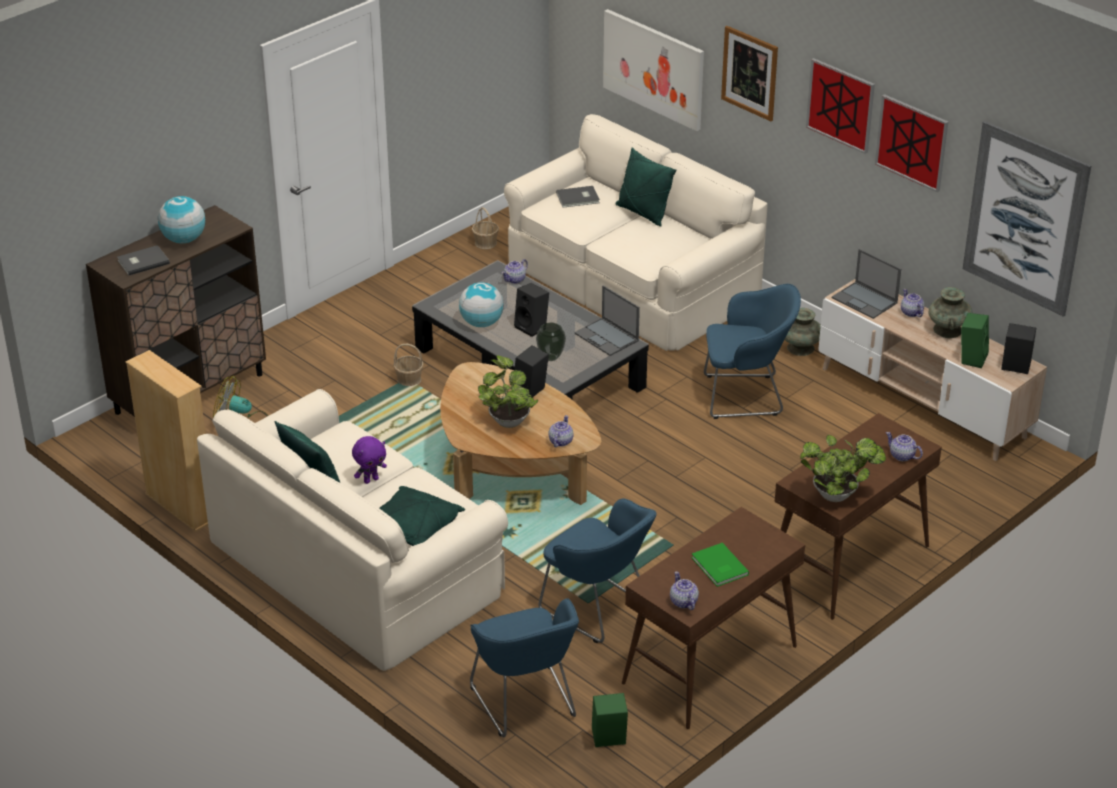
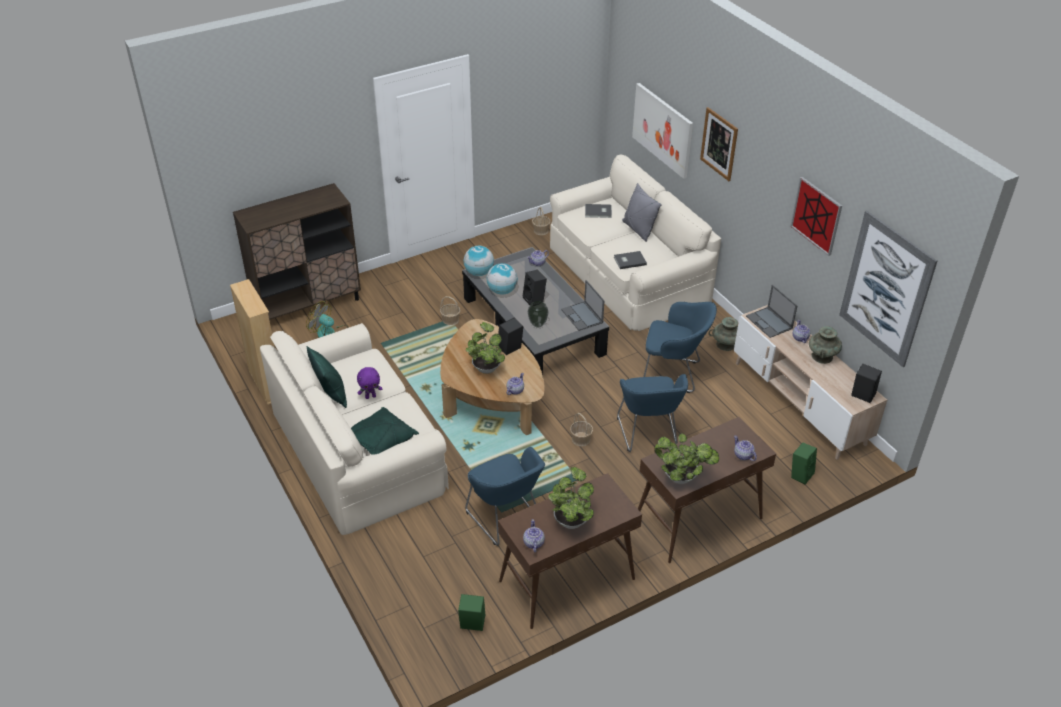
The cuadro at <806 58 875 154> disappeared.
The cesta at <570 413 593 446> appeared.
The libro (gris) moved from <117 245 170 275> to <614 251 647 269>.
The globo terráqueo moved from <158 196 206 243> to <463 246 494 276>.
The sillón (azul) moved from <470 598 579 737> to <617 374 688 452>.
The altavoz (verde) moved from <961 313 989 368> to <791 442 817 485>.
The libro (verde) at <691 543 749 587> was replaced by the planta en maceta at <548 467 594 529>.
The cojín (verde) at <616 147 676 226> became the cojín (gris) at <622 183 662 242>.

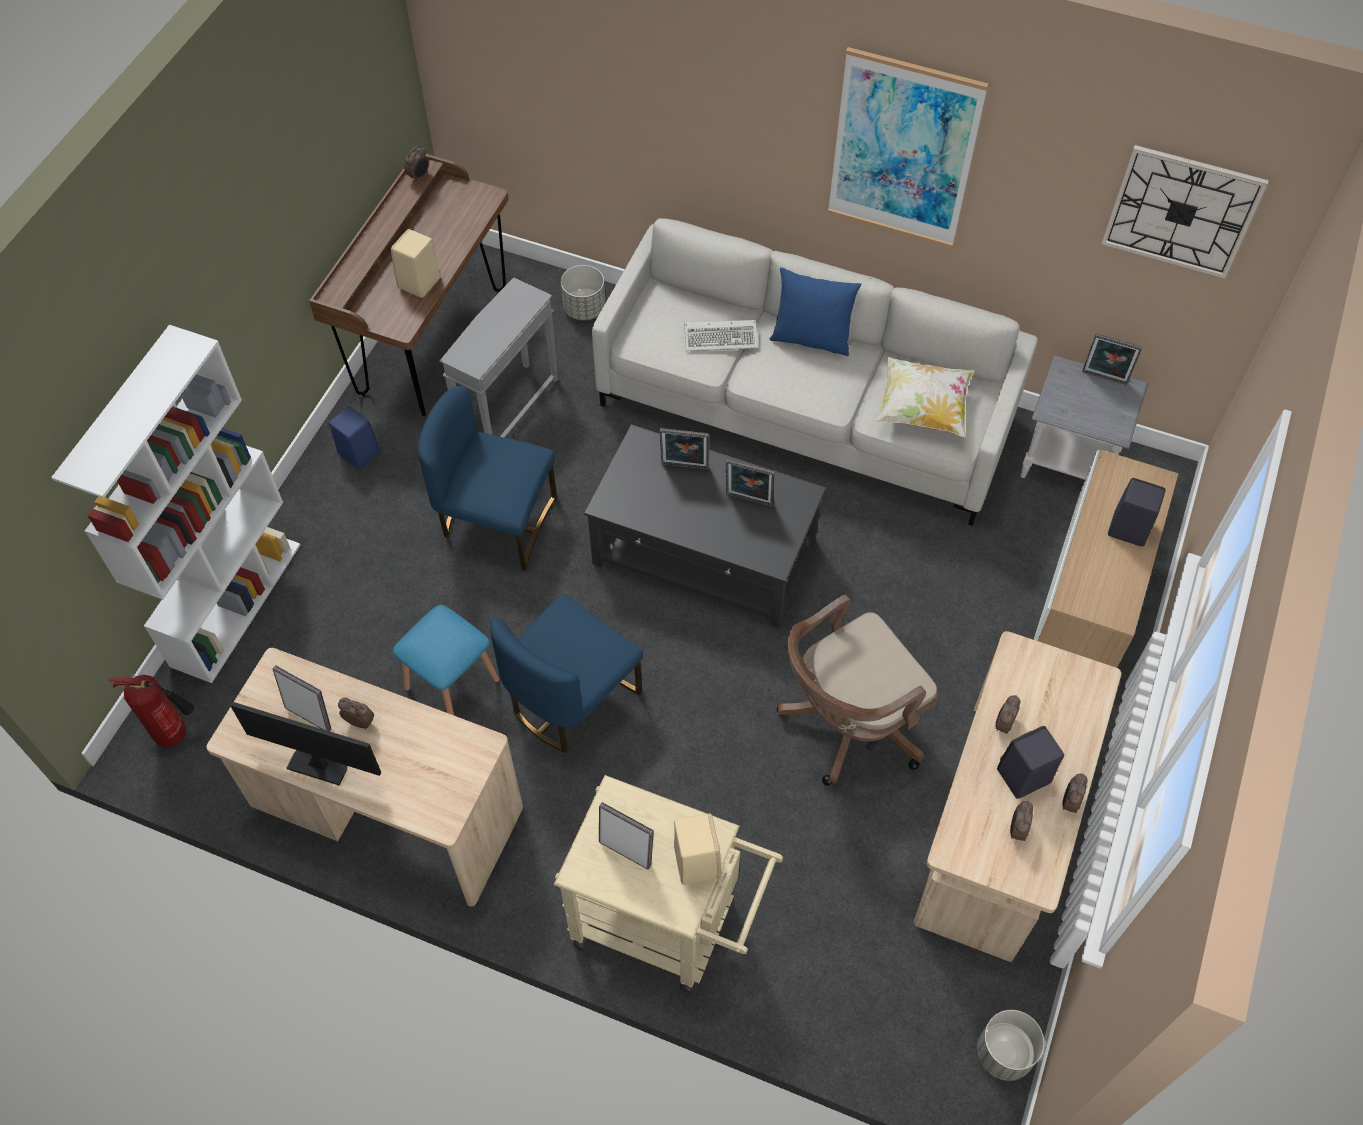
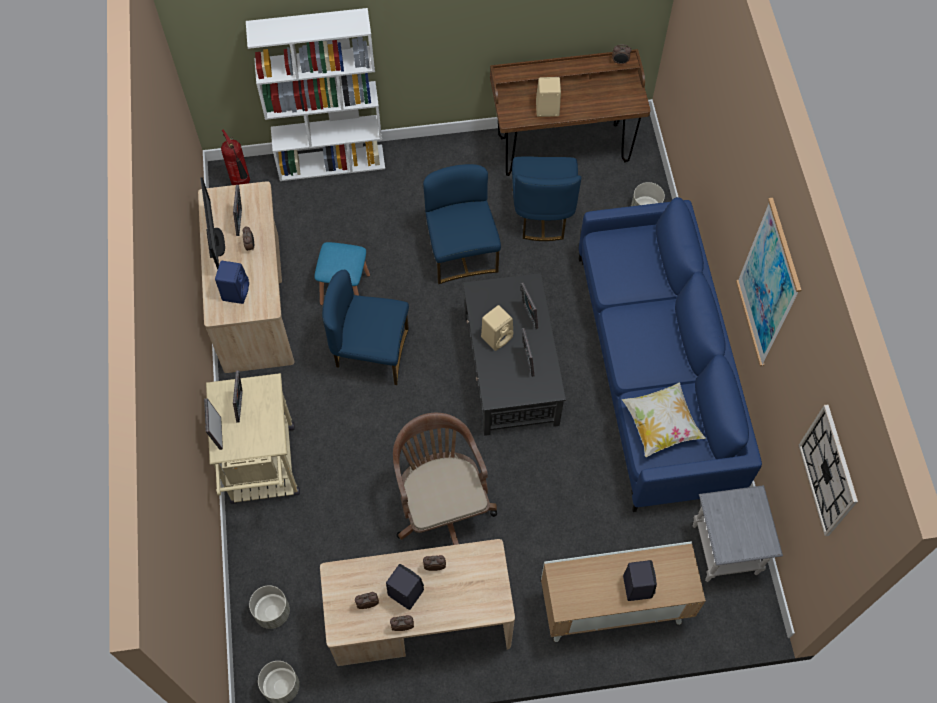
The teclado at <685 320 758 351> disappeared.
The cojín (azul) at <770 267 862 356> disappeared.
The maceta (gris) at <249 585 290 629> appeared.
The altavoz (azul) moved from <329 406 380 470> to <215 261 249 304>.
The altavoz (beis) moved from <674 813 723 885> to <481 305 514 351>.
The portarretratos moved from <1082 333 1142 385> to <204 398 223 450>.
The mesa auxiliar (gris) at <440 277 558 438> was replaced by the silla (azul) at <512 157 581 241>.
The sofá (gris) at <592 218 1038 526> became the sofá (azul) at <579 197 762 512>.
The silla de oficina (marrón) at <777 595 938 786> turned 45 degrees clockwise.

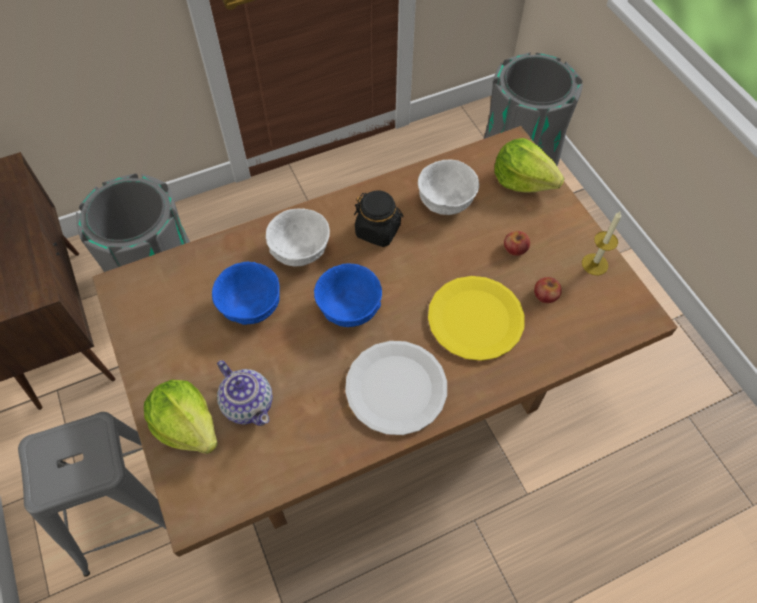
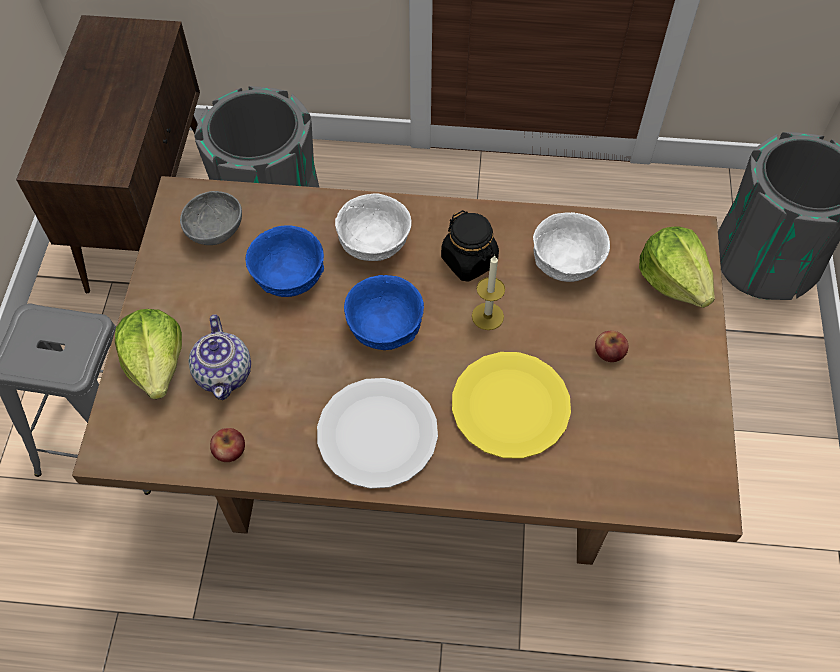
The cuenco (gris) at <180 191 242 245> appeared.
The manzana moved from <534 277 562 303> to <210 428 245 462>.
The vela moved from <582 212 621 275> to <472 256 505 330>.

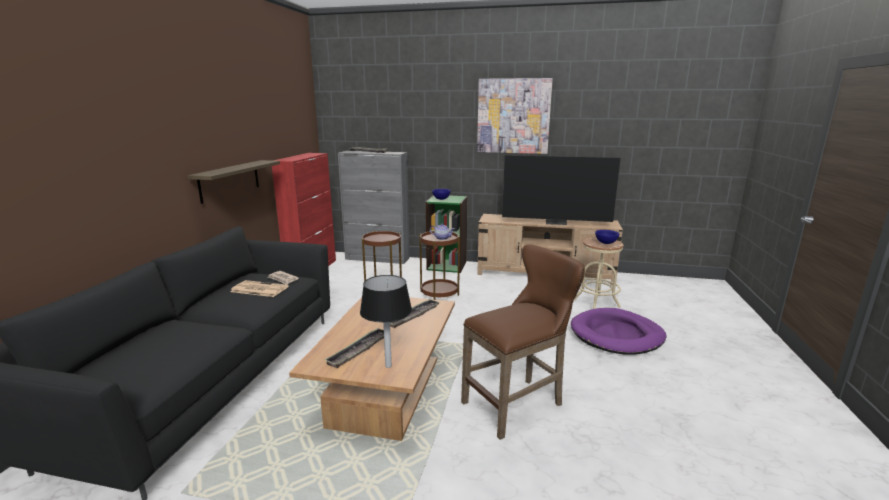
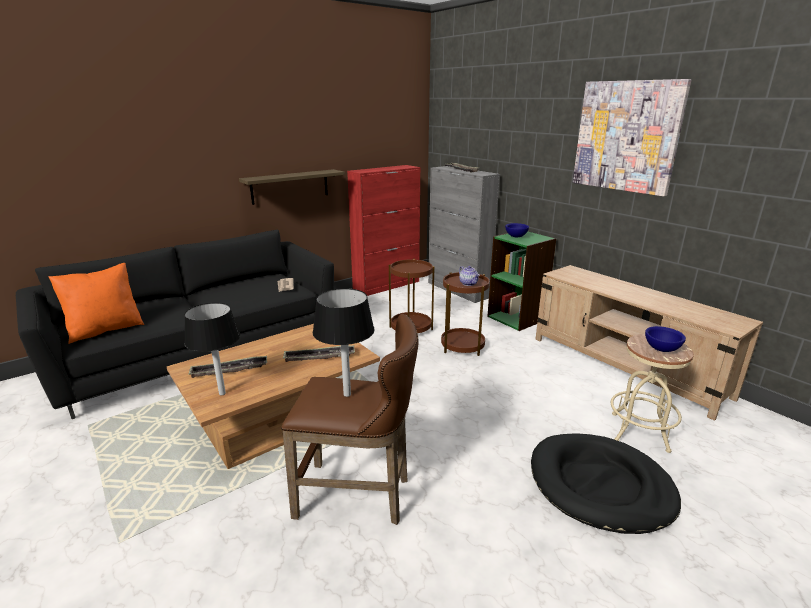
The periódico at <230 280 289 297> disappeared.
The televisor at <502 155 621 225> disappeared.
The cojín (naranja) at <49 263 145 344> appeared.
The lámpara de mesa (negro) at <313 288 375 397> appeared.
The cama para perro (morado) at <571 308 666 355> became the cama para perro (negro) at <531 433 681 534>.

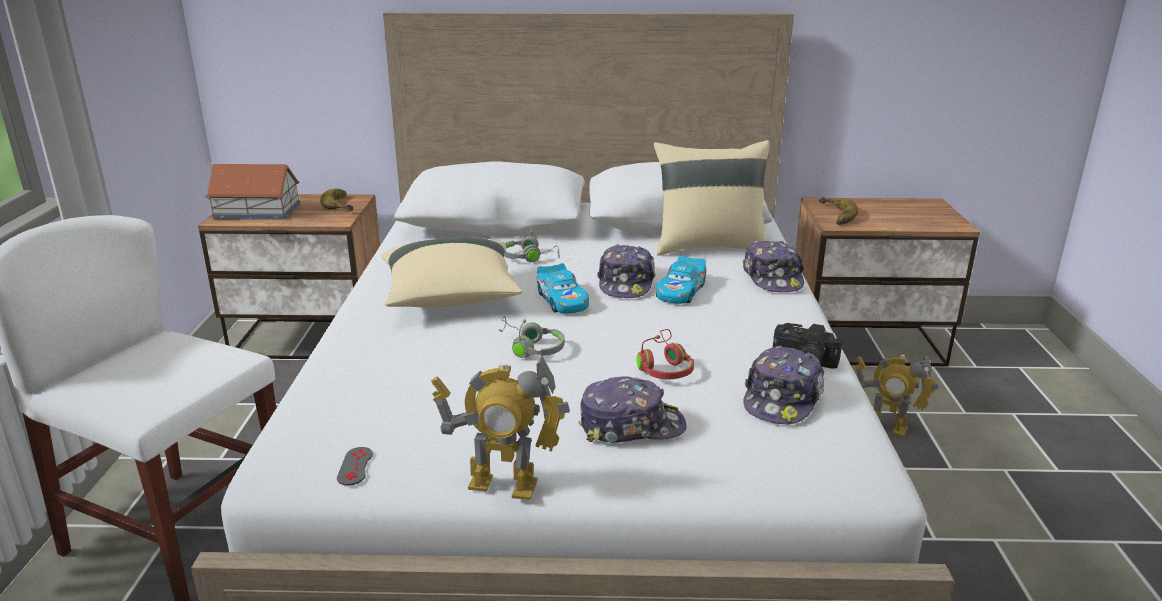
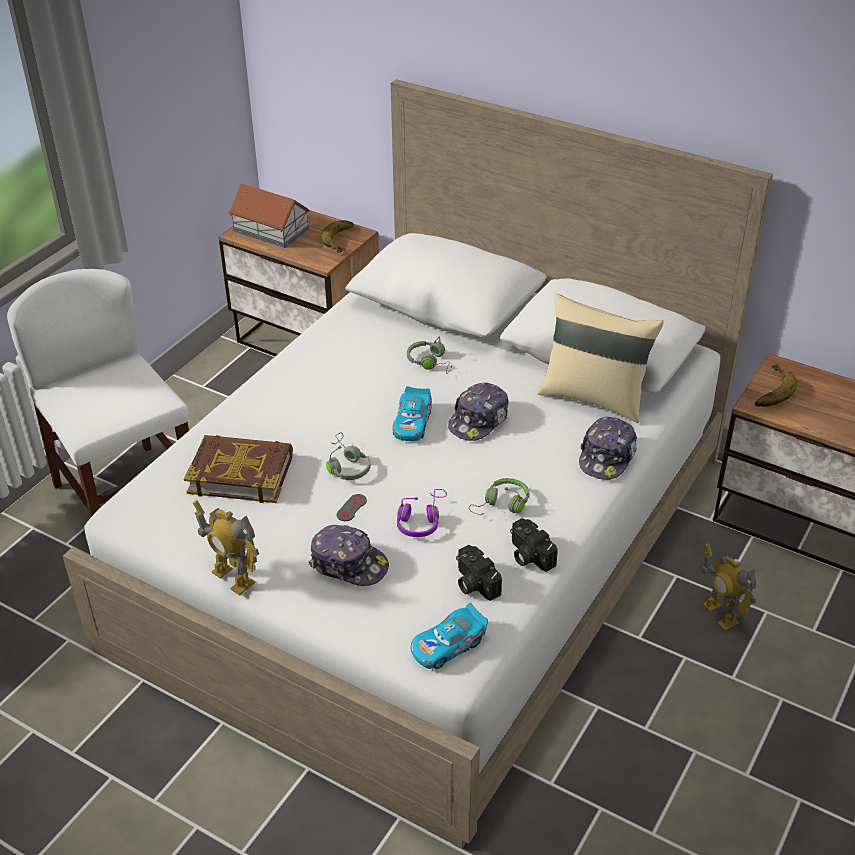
The cojín (beis) at <381 237 522 308> disappeared.
The libro at <184 435 293 503> appeared.
The auriculares (gris) at <469 478 529 515> appeared.
The mando de consola (gris) moved from <337 447 373 486> to <337 494 367 521>.
The coche de juguete moved from <656 255 707 304> to <411 603 488 669>.
The gorra at <743 345 824 424> was replaced by the cámara at <456 545 502 601>.
The auriculares (rojo) at <637 329 694 379> became the auriculares (morado) at <397 489 447 537>.

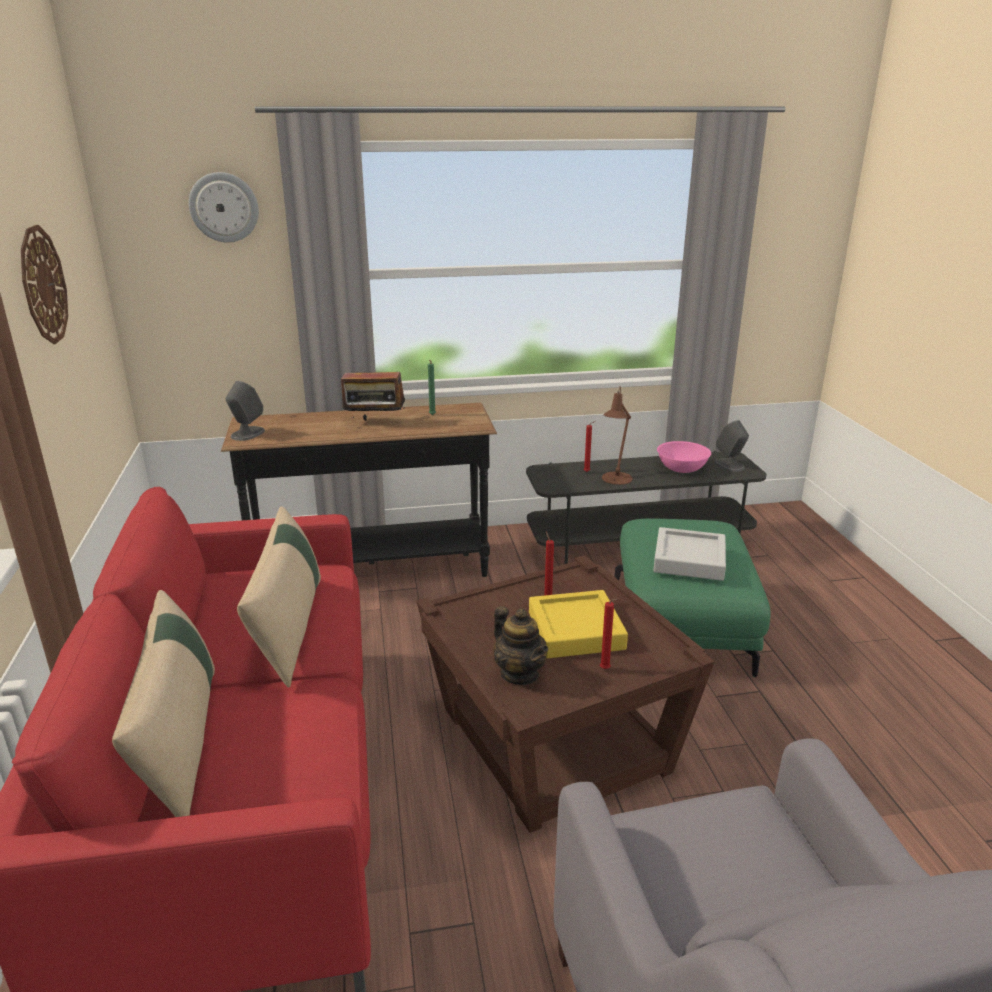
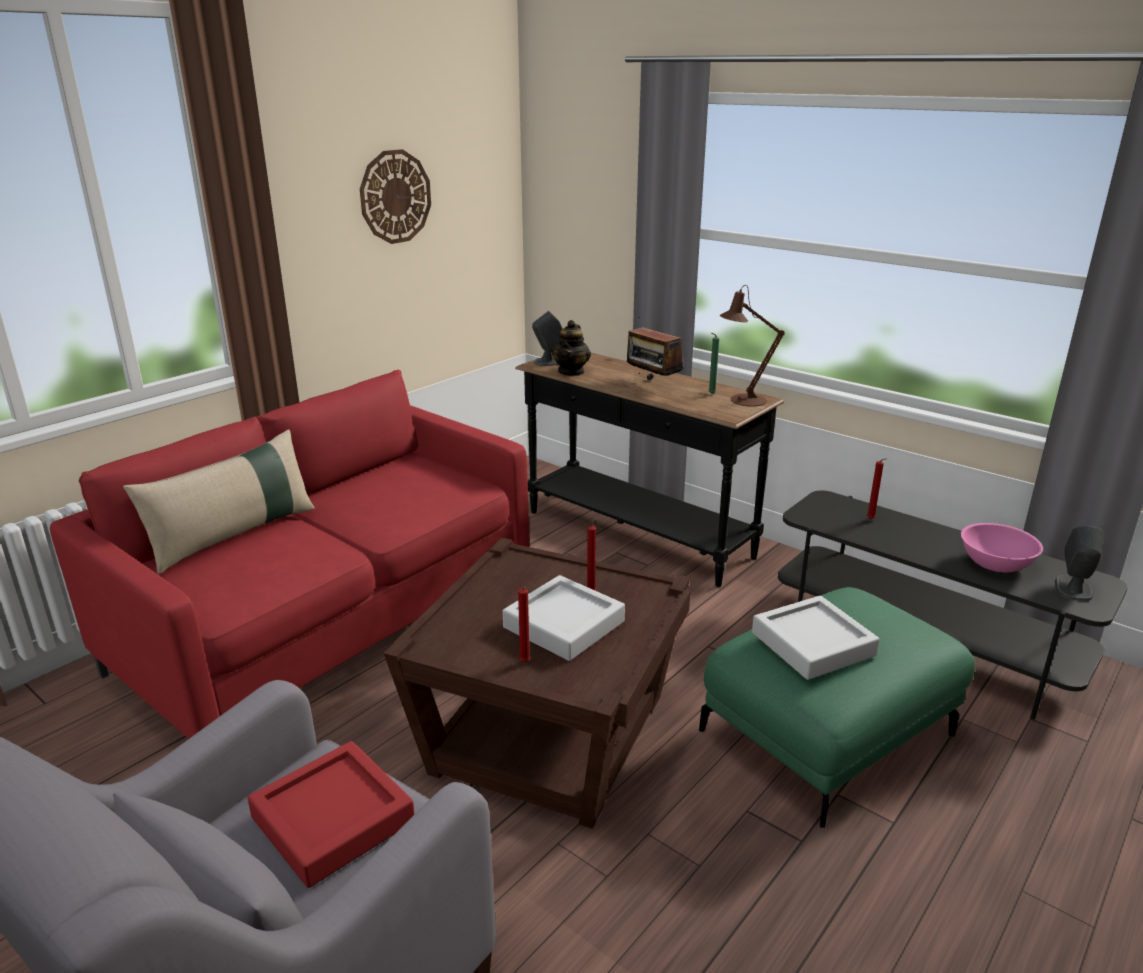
The reloj de pared at <189 172 259 243> disappeared.
The cojín (beis) at <237 506 321 688> disappeared.
The bandeja (rojo) at <247 741 415 888> appeared.
The tetera moved from <494 606 548 685> to <552 320 591 376>.
The lámpara de mesa (marrón) moved from <602 386 633 485> to <720 285 785 407>.
The bandeja (amarillo) at <529 590 628 658> became the bandeja (gris) at <503 575 625 661>.

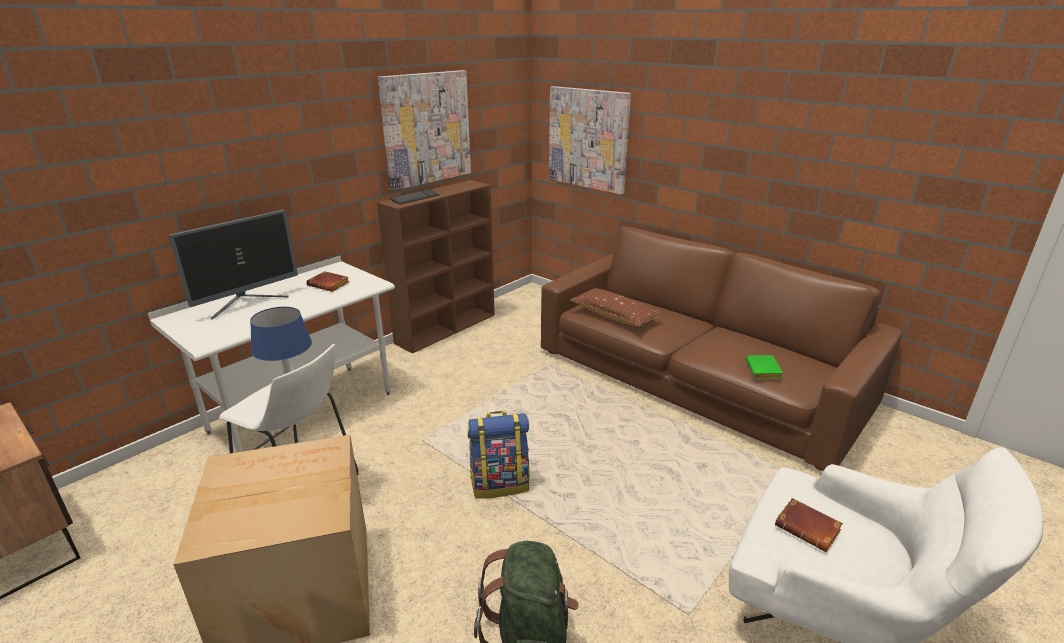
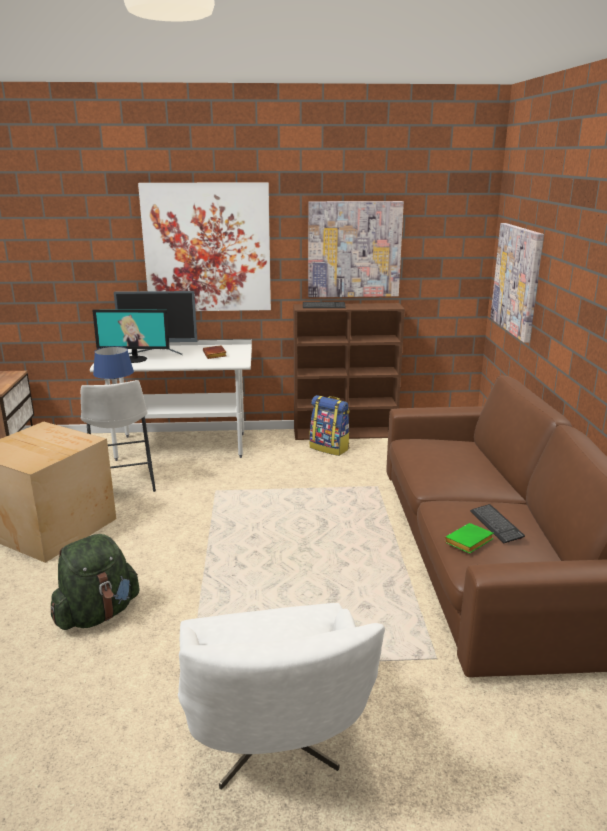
The cojín (marrón) at <570 288 664 327> disappeared.
The libro (marrón) at <775 498 843 552> disappeared.
The monitor at <92 309 170 363> appeared.
The cuadro at <138 182 271 311> appeared.
The teclado at <470 504 525 543> appeared.
The mochila moved from <468 411 529 499> to <310 395 350 456>.

